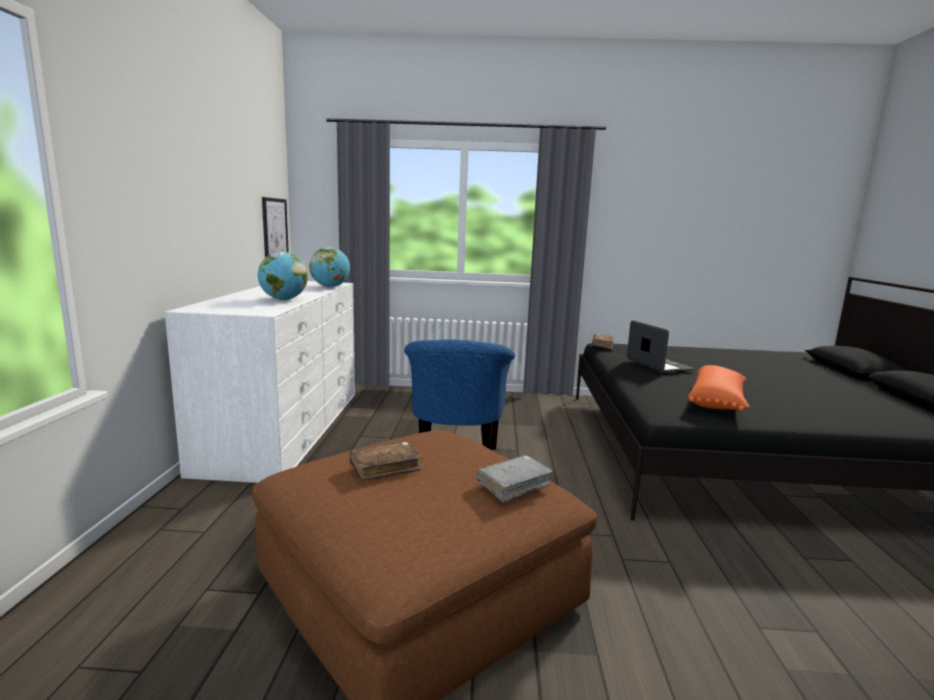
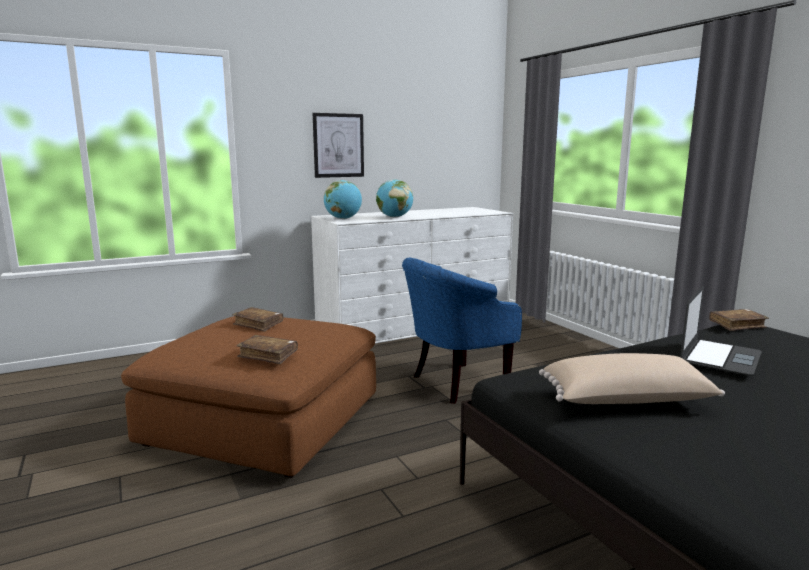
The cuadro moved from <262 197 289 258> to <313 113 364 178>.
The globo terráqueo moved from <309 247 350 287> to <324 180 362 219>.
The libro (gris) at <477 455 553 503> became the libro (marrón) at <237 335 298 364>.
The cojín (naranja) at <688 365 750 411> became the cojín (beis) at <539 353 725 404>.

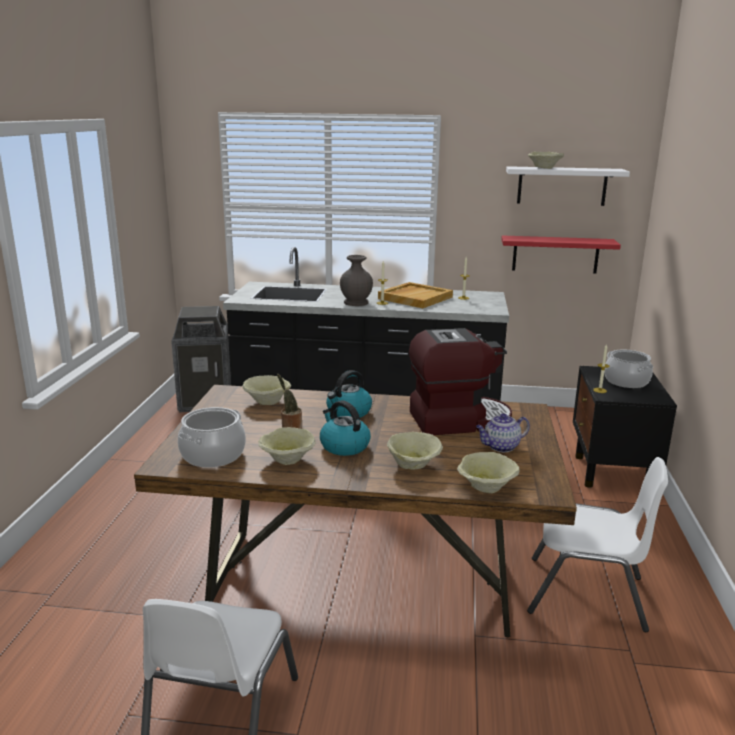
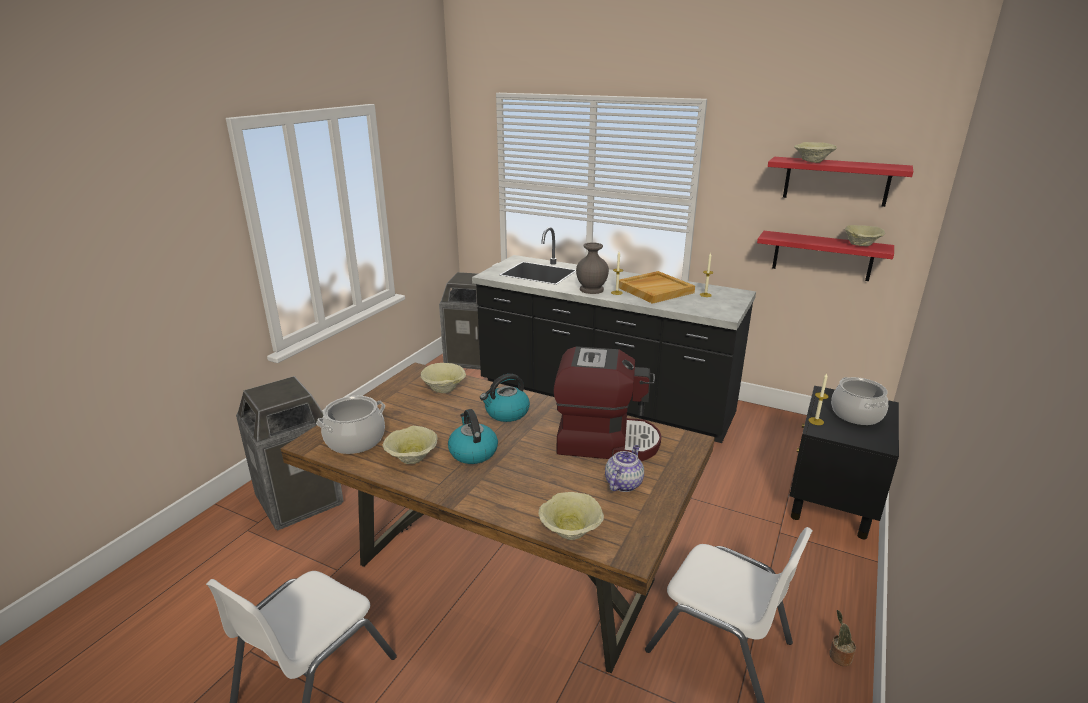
The papelera at <236 376 344 531> appeared.
The planta en maceta moved from <277 374 302 428> to <829 610 856 666>.
The cuenco (beis) moved from <387 432 443 470> to <845 225 885 246>.
The estante (blanco) at <506 166 630 206> became the estante (rojo) at <768 157 913 207>.
The tetera at <476 413 530 452> turned 120 degrees clockwise.

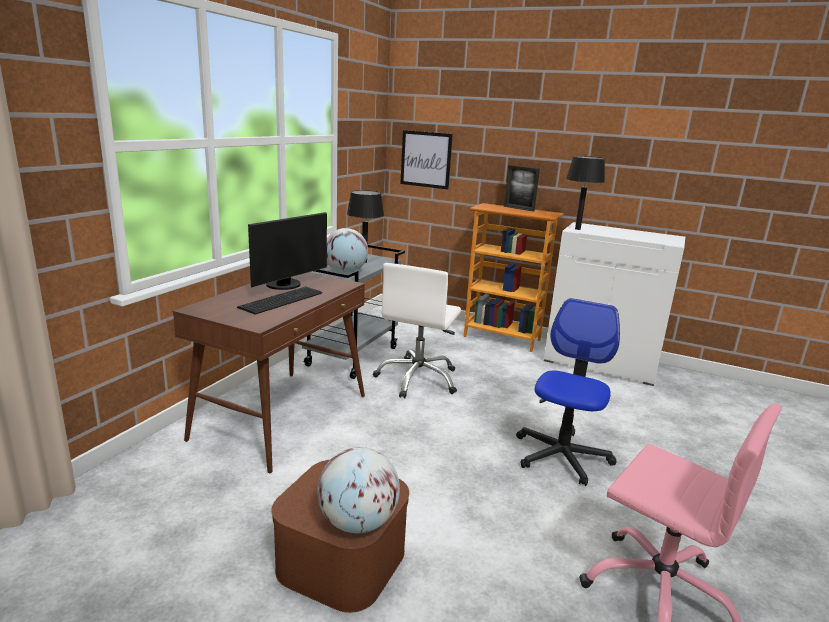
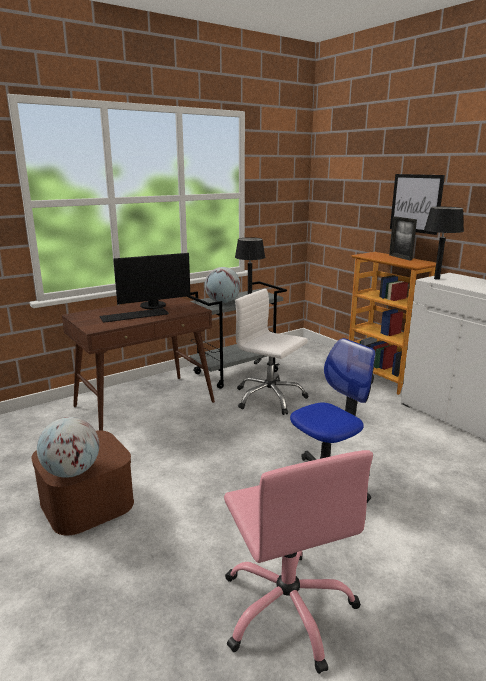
The cuadro moved from <400 130 453 189> to <390 174 445 235>.
The silla de oficina (blanco) at <373 263 461 398> turned 75 degrees clockwise.

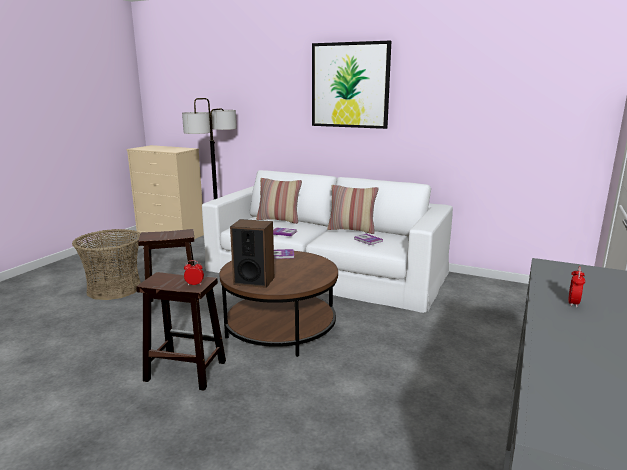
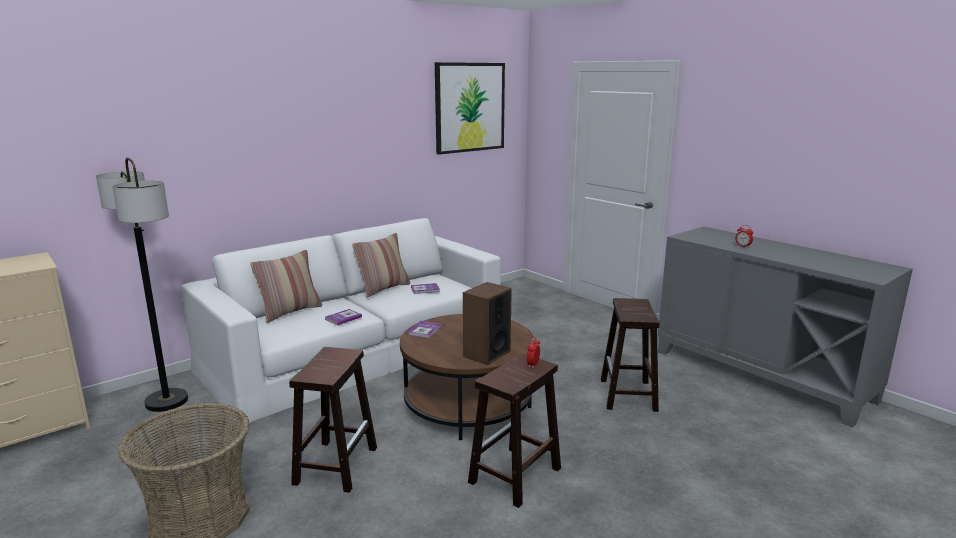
The taburete (marrón) at <601 298 659 412> appeared.
The cuadro moved from <312 41 391 129> to <435 62 505 155>.

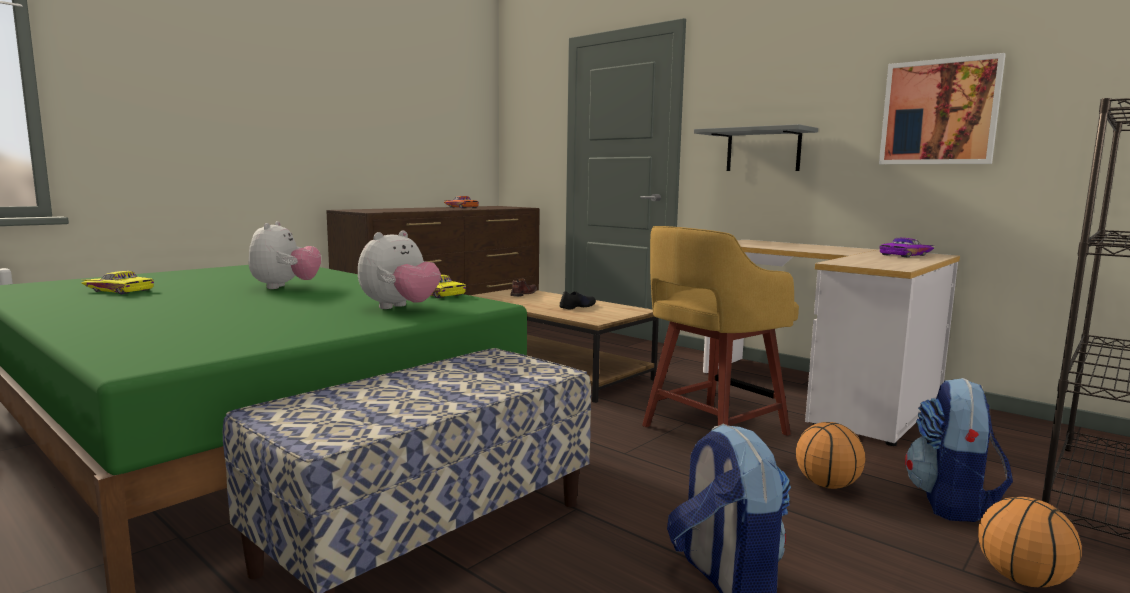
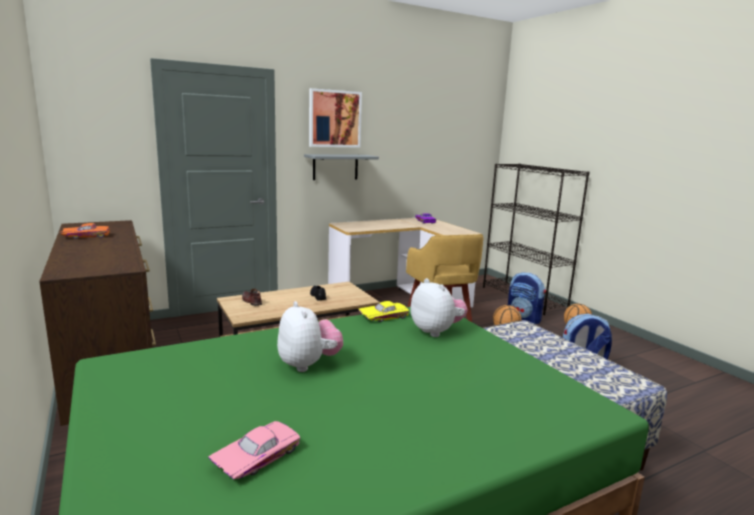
The cuadro moved from <879 53 1006 164> to <309 88 362 148>.
The coche de juguete (amarillo) at <81 271 154 294> became the coche de juguete (rosa) at <208 421 300 480>.
The peluche at <248 221 321 289> turned 45 degrees clockwise.

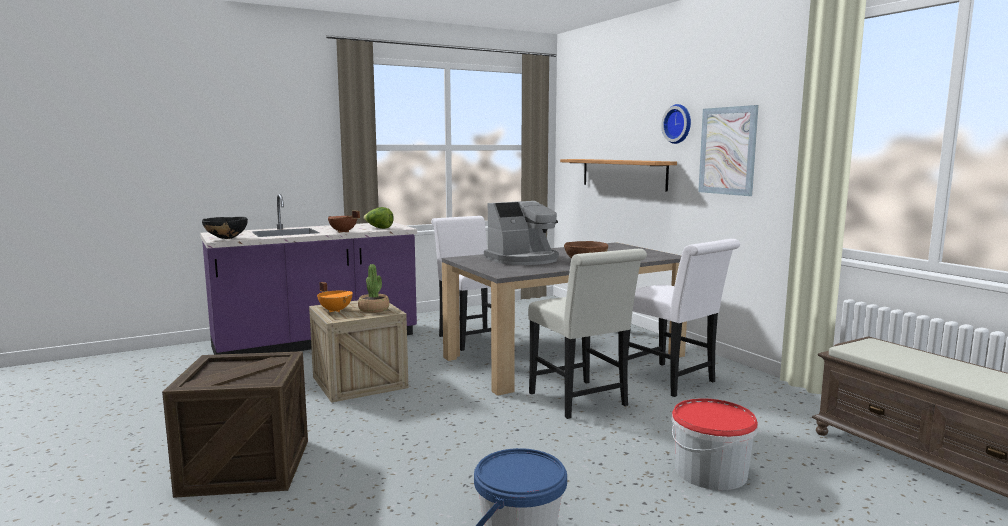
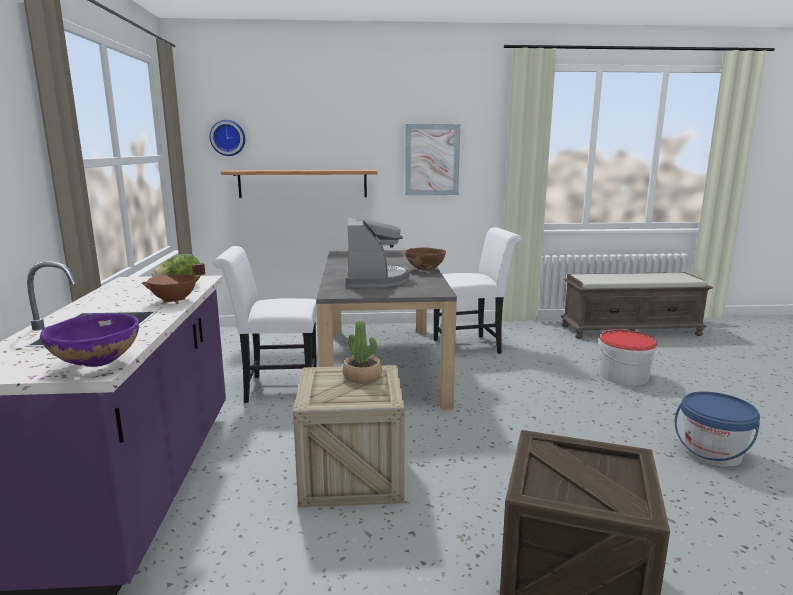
The olla (naranja) at <317 282 353 312> disappeared.
The silla (blanco) at <528 249 647 419> disappeared.
The reloj de pared moved from <661 104 691 144> to <210 120 245 156>.
The cuenco (negro) at <202 217 248 239> became the cuenco (morado) at <40 313 139 367>.

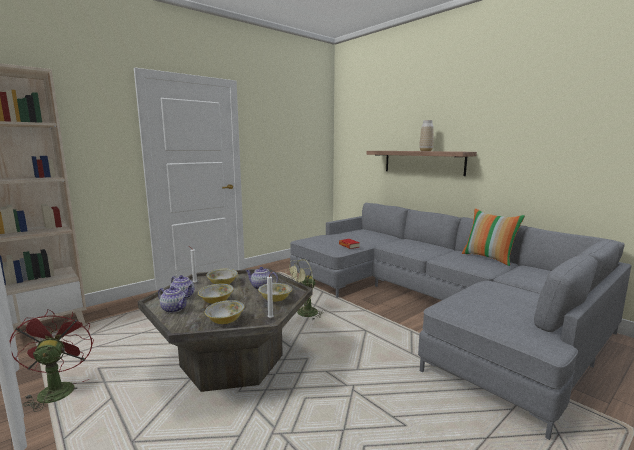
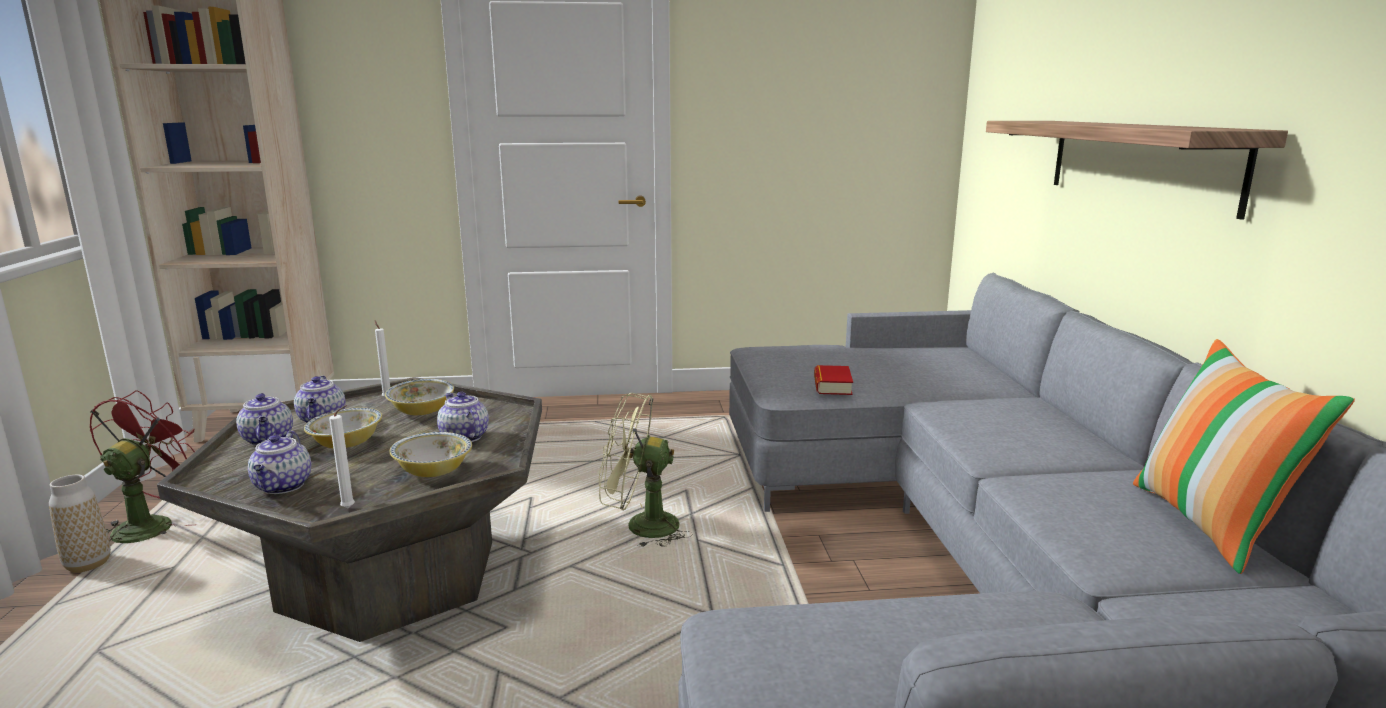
The florero moved from <419 120 434 151> to <49 475 111 573>.
The cuenco at <205 300 244 324> was replaced by the tetera at <248 431 311 494>.

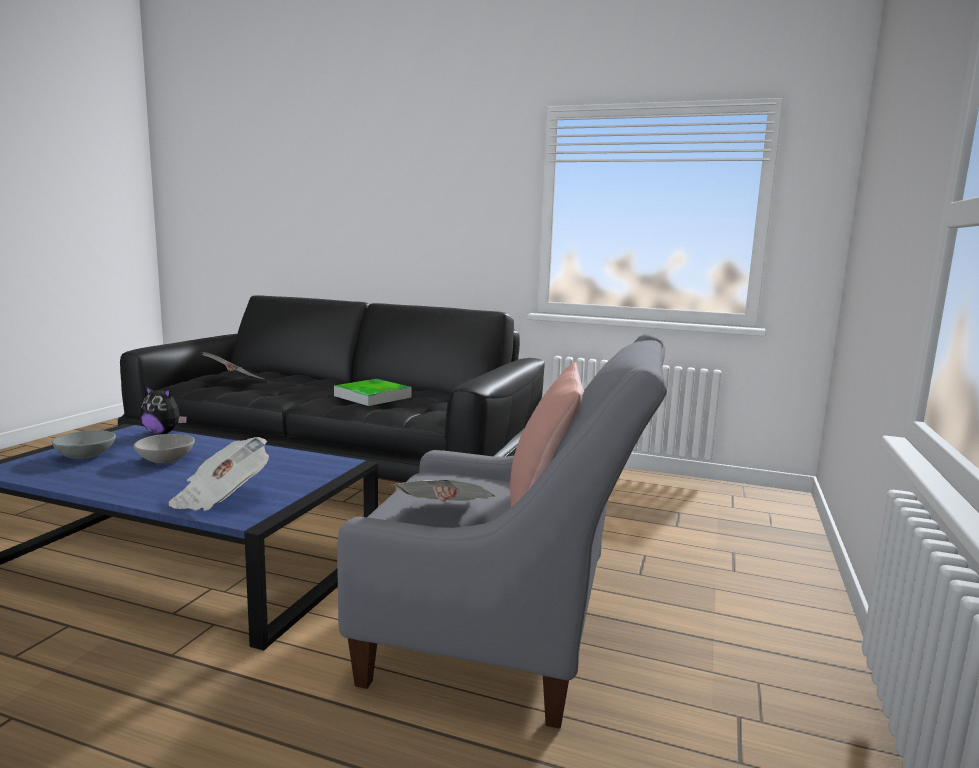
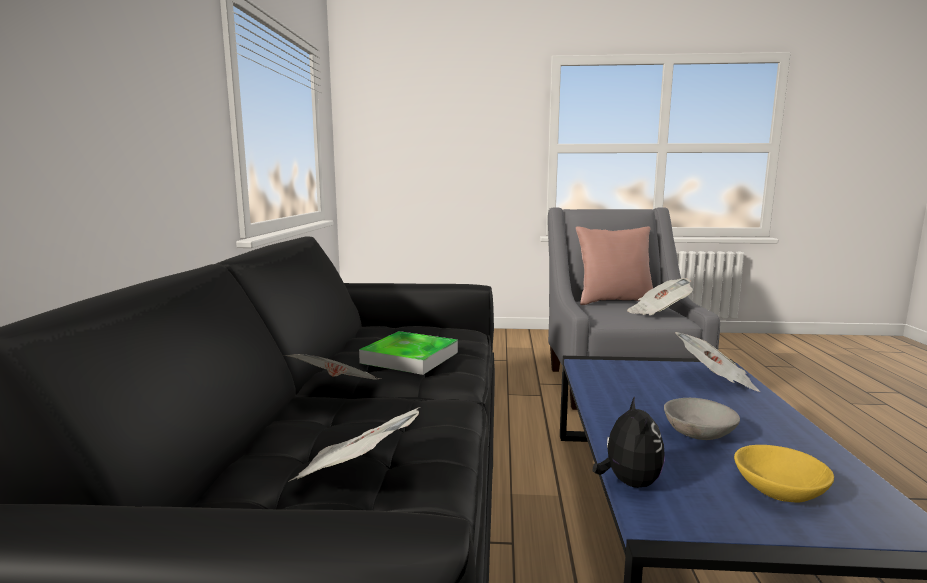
The periódico at <285 354 382 379> appeared.
The cuenco (gris) at <52 430 116 459> became the cuenco (amarillo) at <734 445 834 502>.

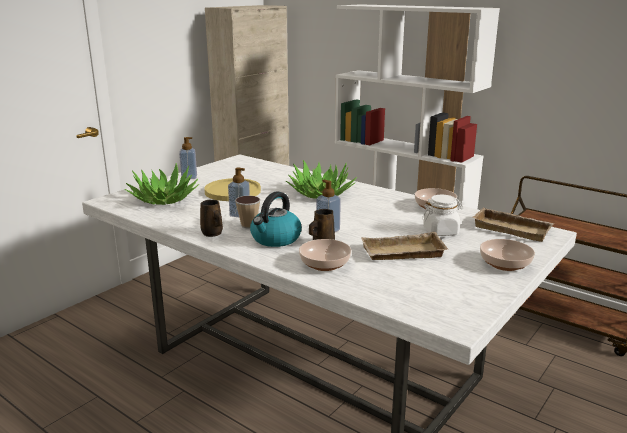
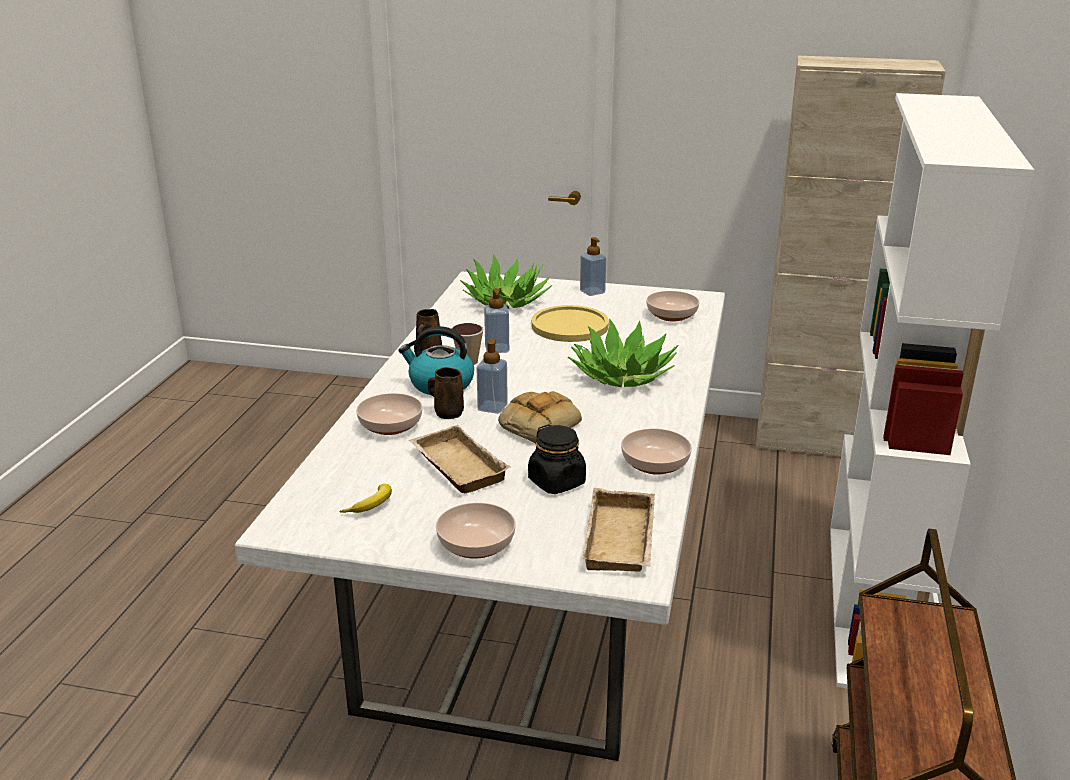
The plátano at <340 484 392 513> appeared.
The pan at <498 391 582 443> appeared.
The cuenco at <646 291 700 322> appeared.
The tarro (blanco) at <422 195 463 236> became the tarro (negro) at <528 424 586 494>.

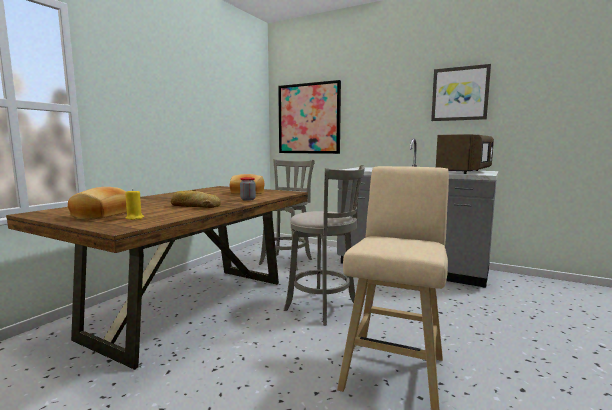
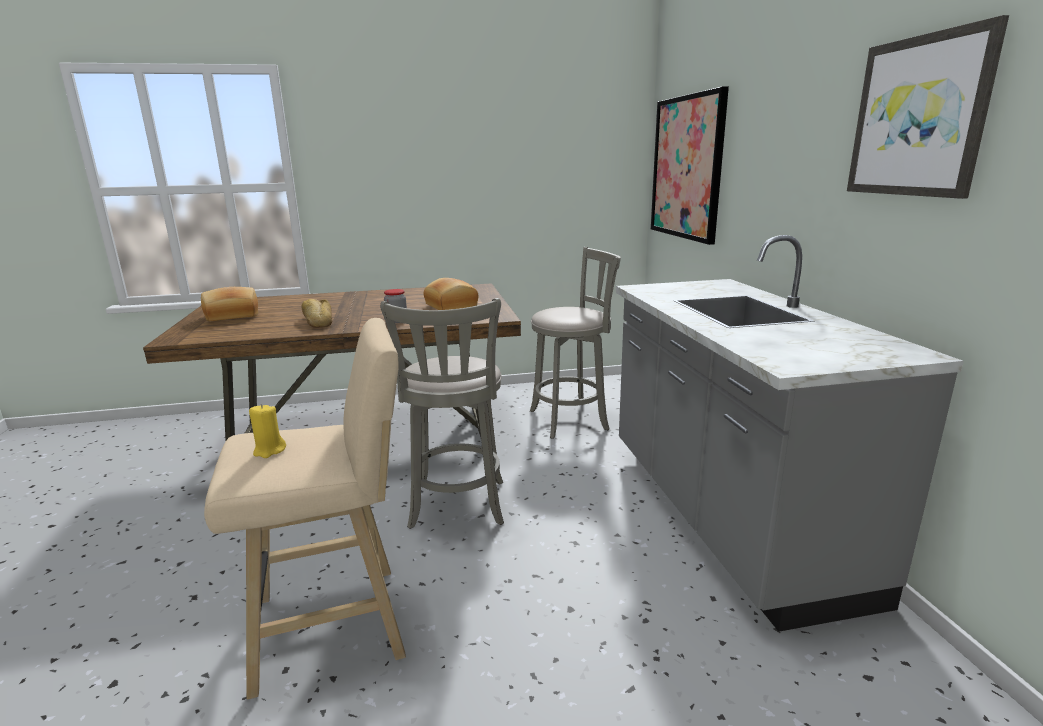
The microondas (marrón) at <436 134 494 174> disappeared.
The vela (amarillo) moved from <125 189 144 220> to <249 404 286 458>.

